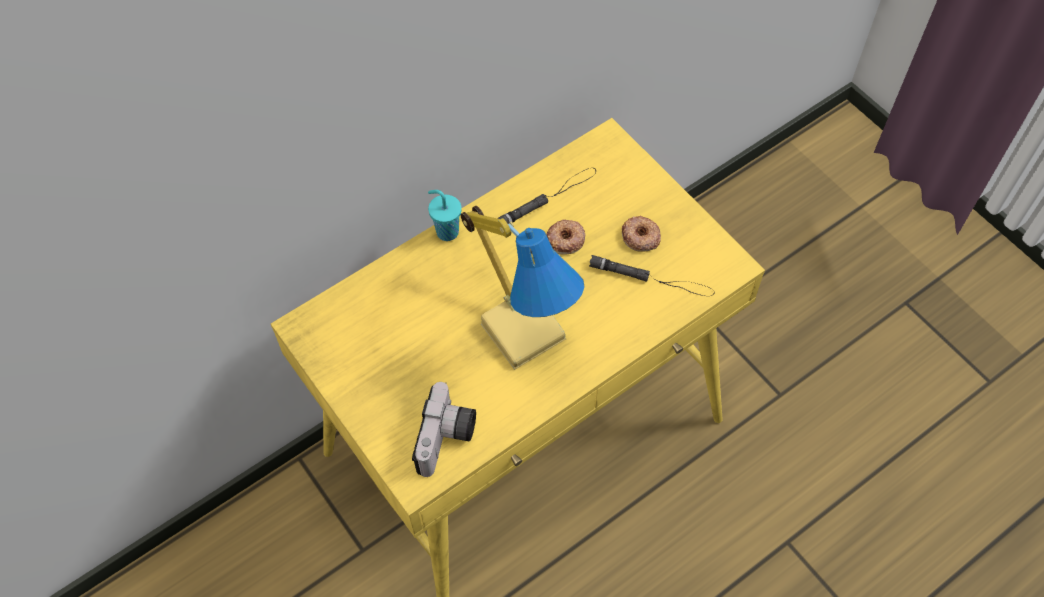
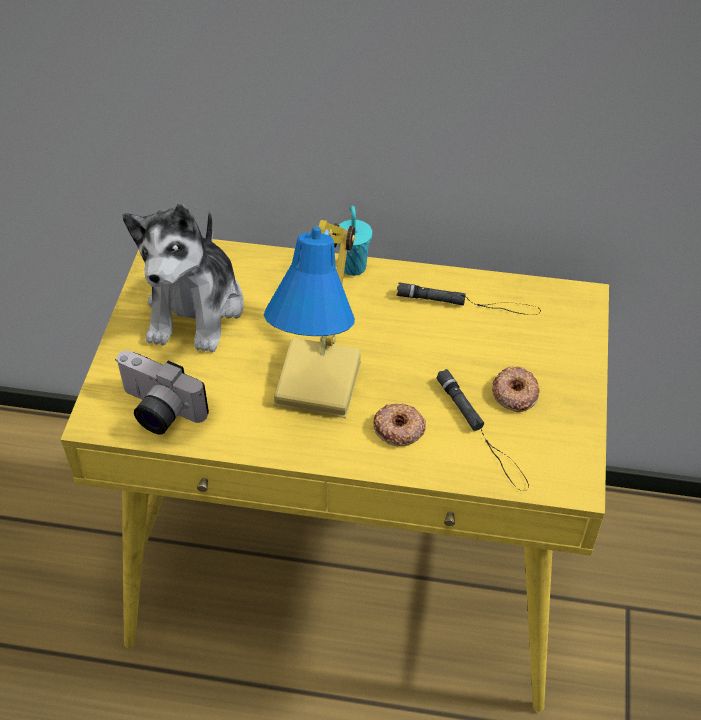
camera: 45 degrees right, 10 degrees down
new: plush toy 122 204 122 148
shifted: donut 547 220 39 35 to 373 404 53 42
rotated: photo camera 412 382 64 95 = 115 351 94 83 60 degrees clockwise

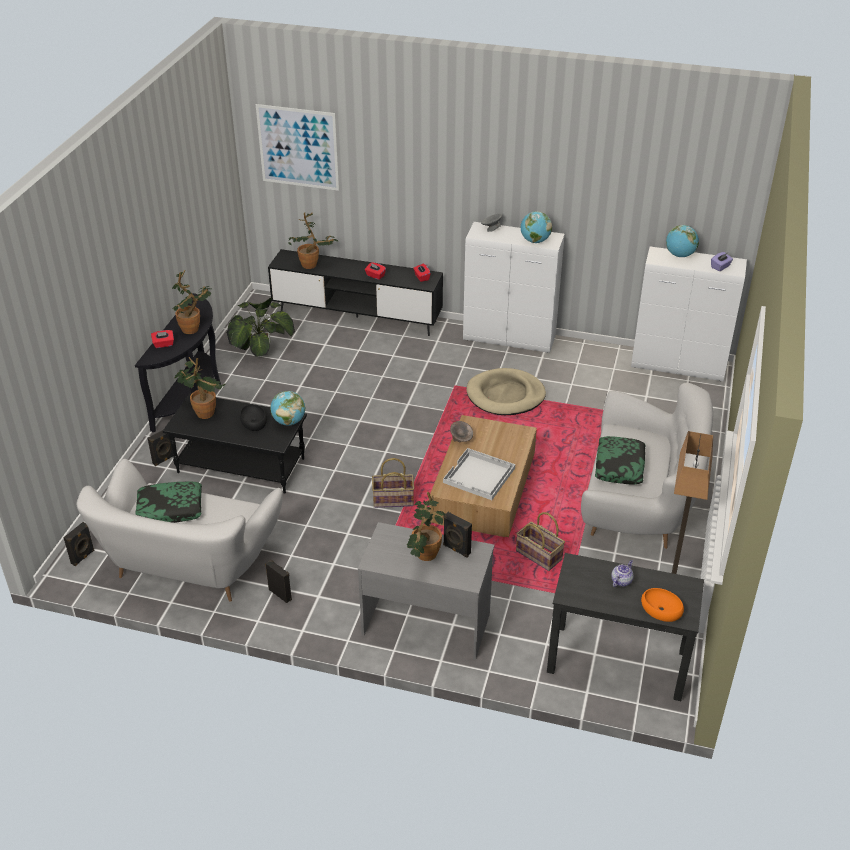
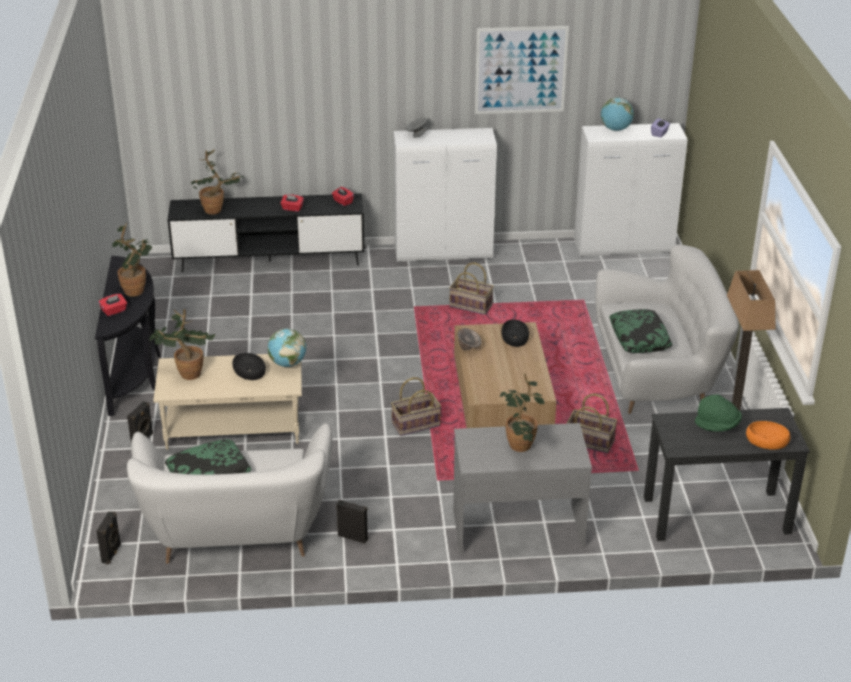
camera: 20 degrees left, 5 degrees down
gone: potted plant 227 297 68 60; tray/white 443 448 72 52; speaker/black 443 512 29 45; globe 521 211 31 32
new: bowl/black 501 319 28 28
shifted: picture 256 104 83 87 to 475 26 94 88
swapped: dog bed/beige 466 368 80 47 to basket 449 262 45 53; teapot 611 560 22 27 to hat/green 695 394 47 38
repainted: coffee table/black 163 393 144 101 to coffee table/beige 153 354 149 96

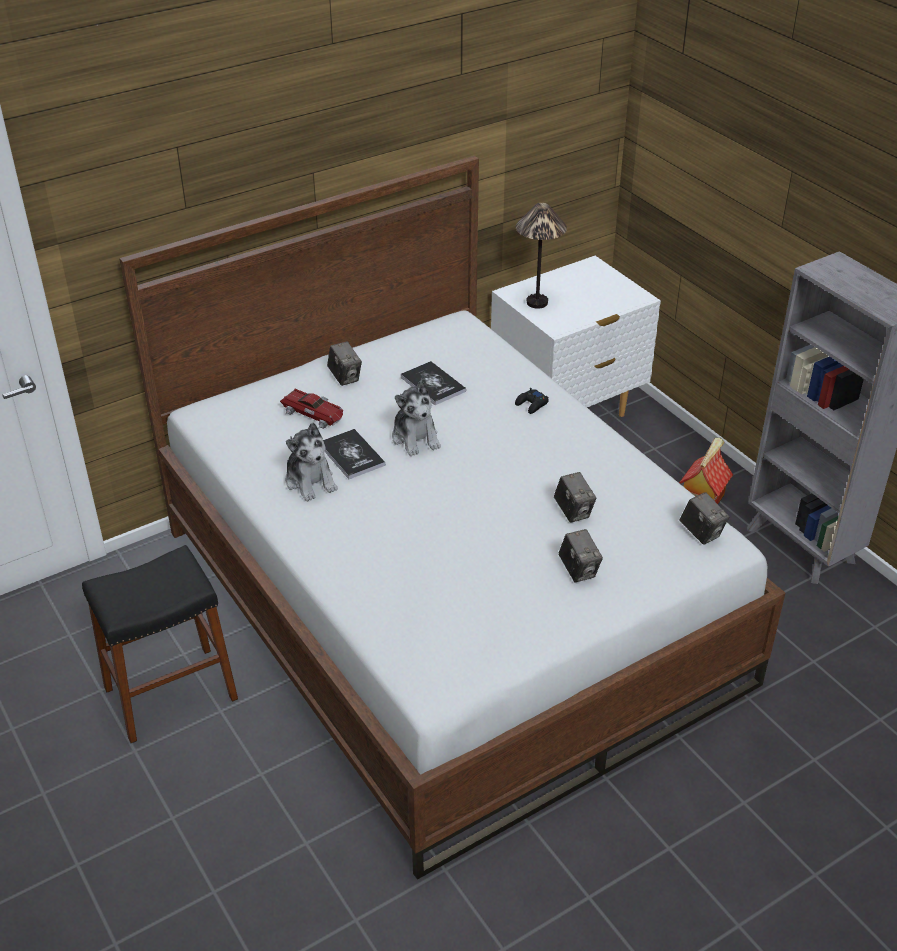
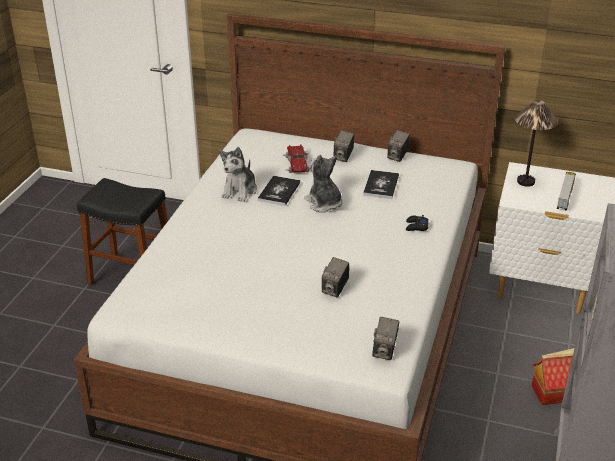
camera: 50 degrees right, 5 degrees down
new: toy truck 557 172 19 39
shifted: photo camera 558 529 45 54 to 387 130 23 32
rotated: plush toy 392 380 49 76 = 304 155 38 58 120 degrees clockwise

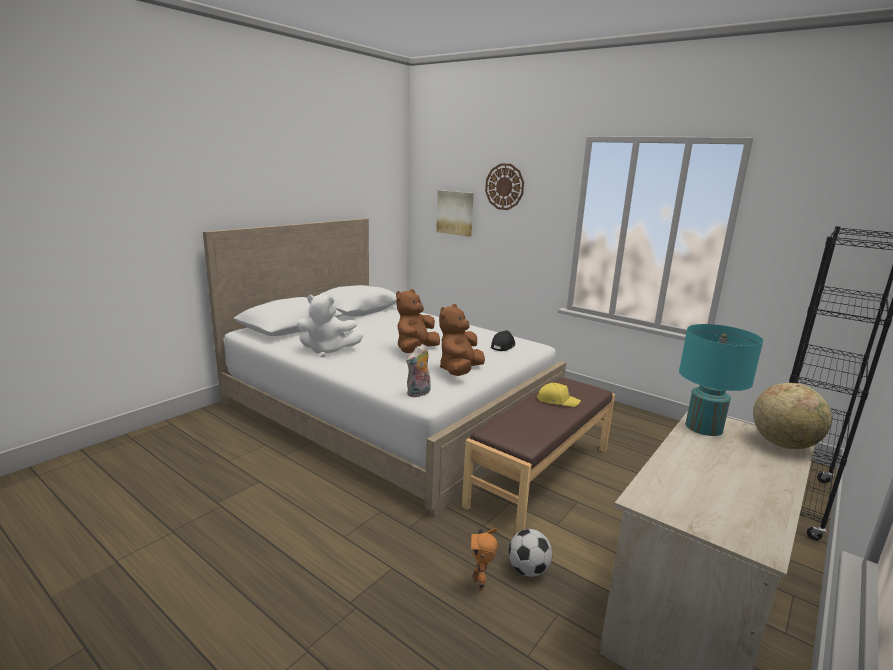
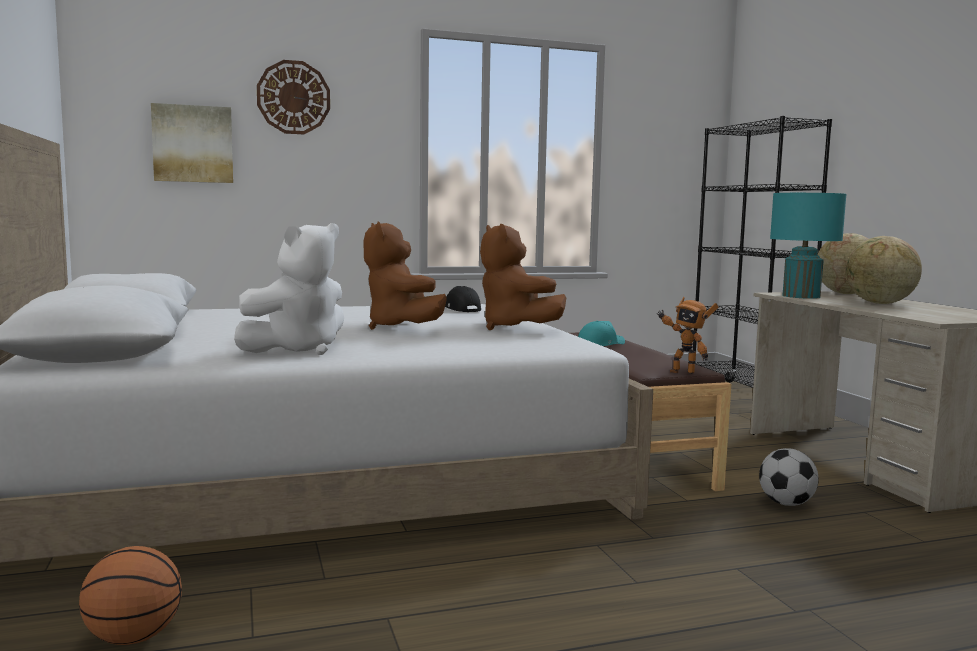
camera: 55 degrees left, 10 degrees down
gone: plush toy 406 344 25 53
new: basketball 79 546 103 99; globe 846 236 76 68
shifted: toy robot 471 527 27 64 to 657 297 61 77
repainted: cap/yellow 537 383 44 24 to cap/turquoise 578 321 47 25

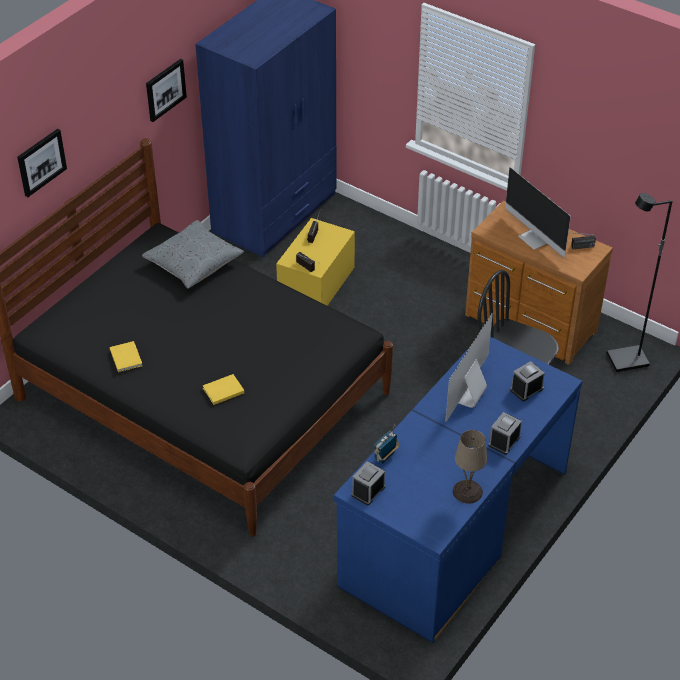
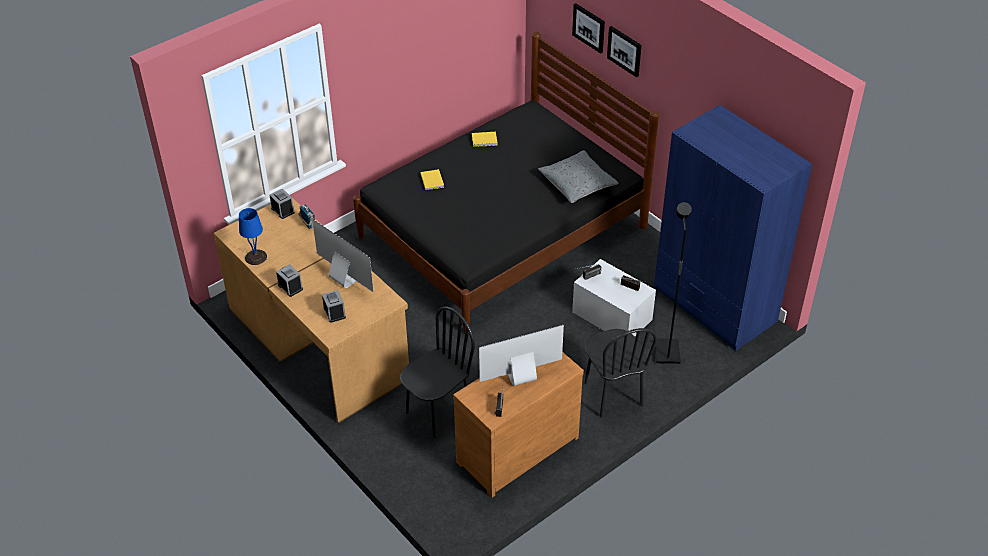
camera: 105 degrees right, 0 degrees up
new: chair/black 585 328 72 89
shifted: picture 146 59 41 63 to 607 26 35 51; floor lamp/black 607 193 66 179 to 655 202 37 162
repainted: storage box/yellow 276 218 79 88 to storage box/white 572 259 84 77; desk/blue 334 337 249 306 to desk/brown 213 198 196 225; table lamp/beige 453 430 34 74 to table lamp/blue 239 208 28 57

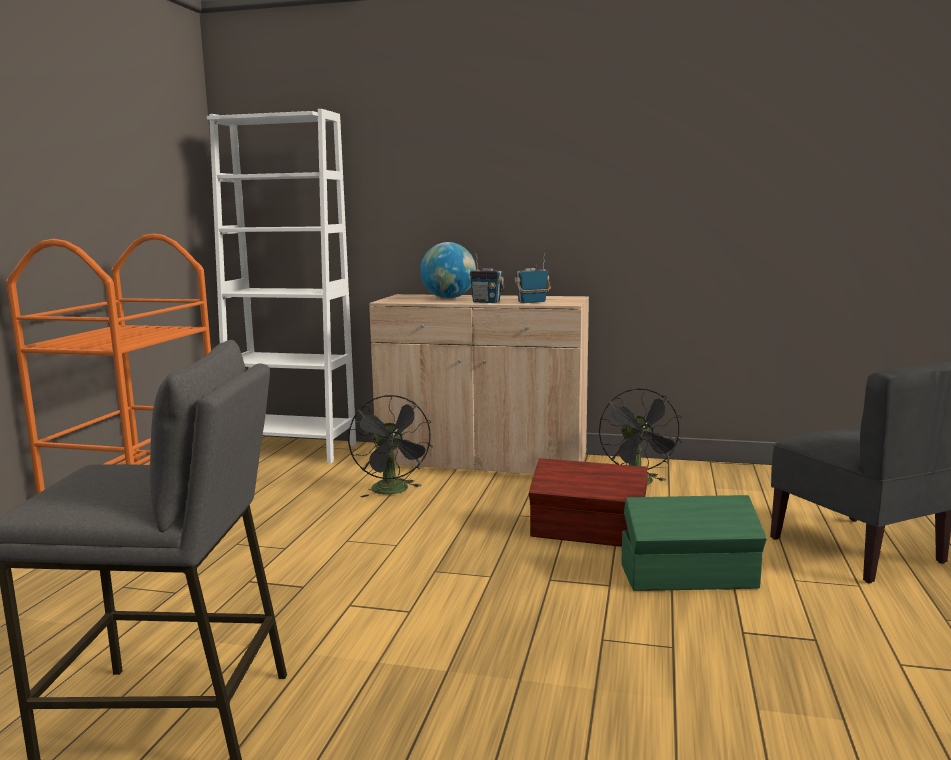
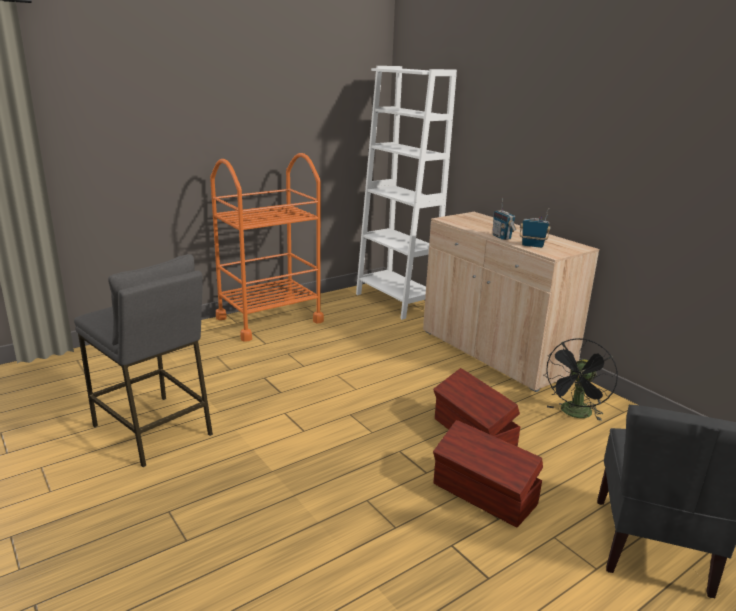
camera: 40 degrees right, 10 degrees up
gone: fan/black 348 395 85 103; globe 420 242 56 57
repainted: storage box/green 622 495 145 96 to storage box/brown 433 420 110 107

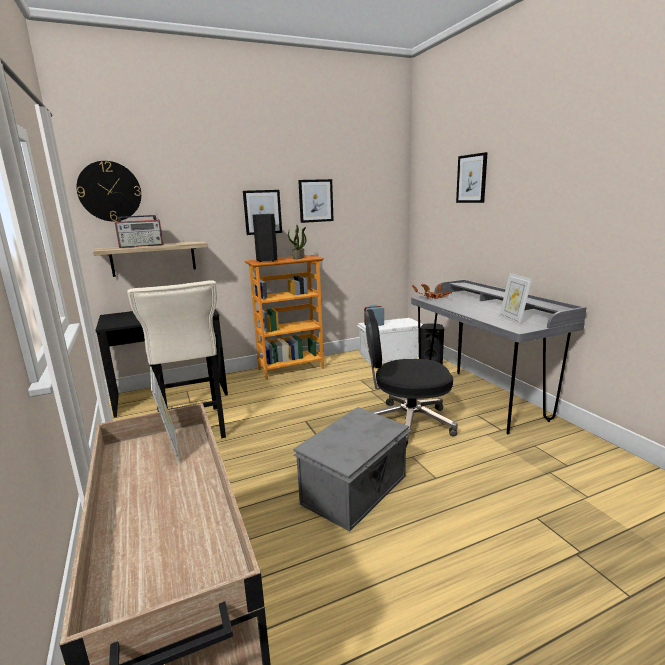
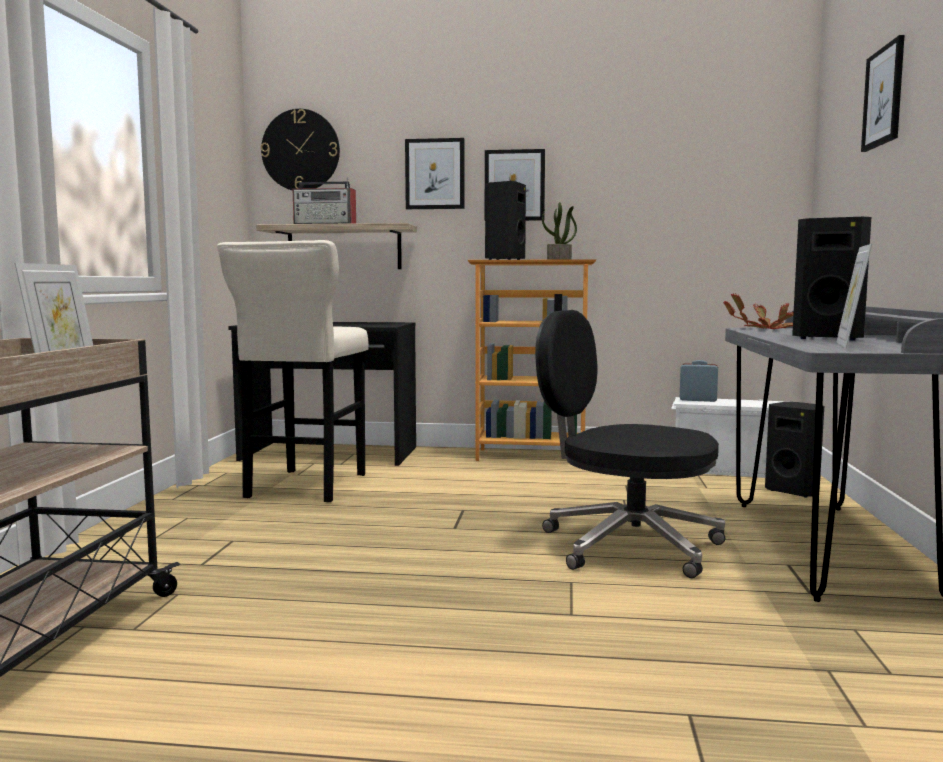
camera: 30 degrees right, 10 degrees down
gone: storage box/grey 293 407 119 125
new: speaker/black 792 217 79 124
shifted: picture 298 179 36 44 to 405 138 59 71

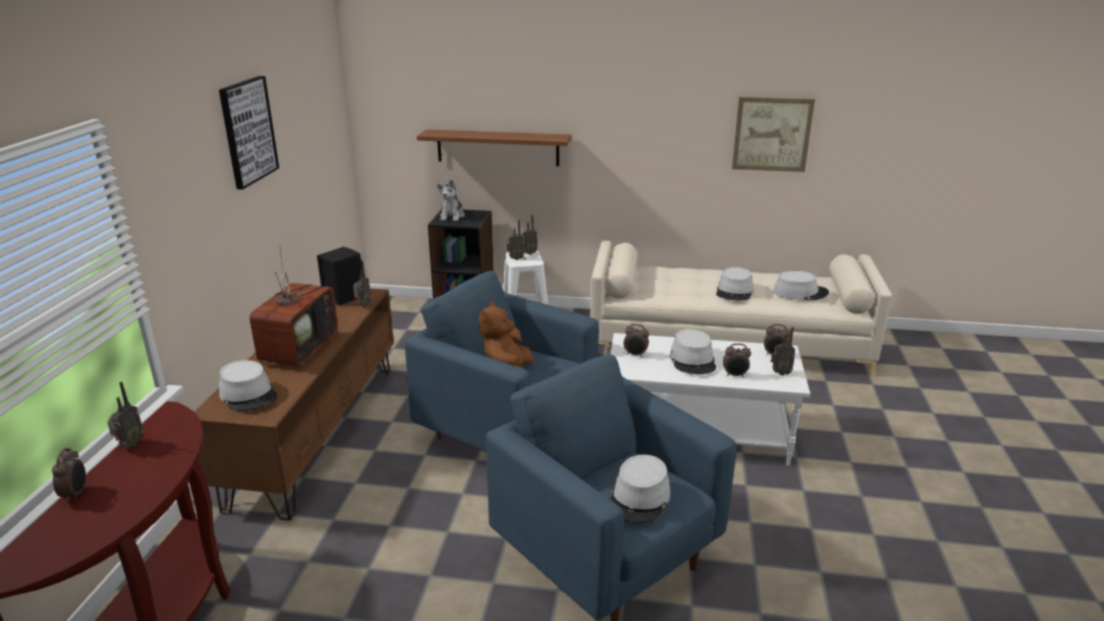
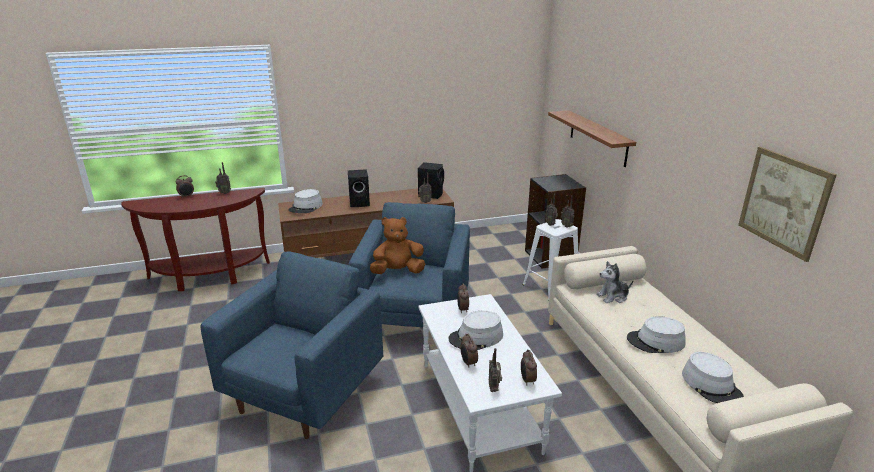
camera: 65 degrees right, 0 degrees up
gone: picture 219 76 60 113; hat/grey 610 455 61 68
shifted: plush toy 437 179 28 42 to 596 261 37 42
swapped: television 250 246 88 120 to speaker/black 348 169 22 38

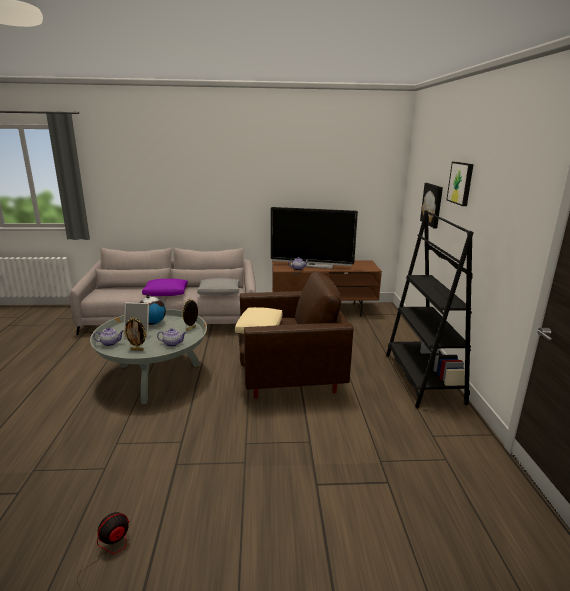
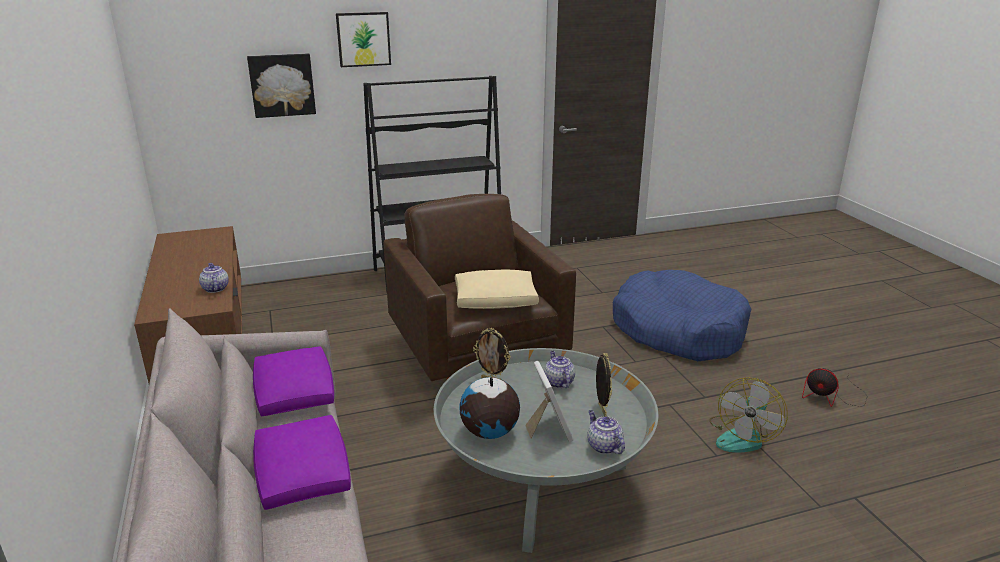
camera: 105 degrees left, 5 degrees up
gone: television 270 207 88 62
new: dog bed/blue 613 270 138 91; fan 709 377 79 75
repainted: pillow/grey 197 278 43 18 to pillow/purple 253 346 81 71

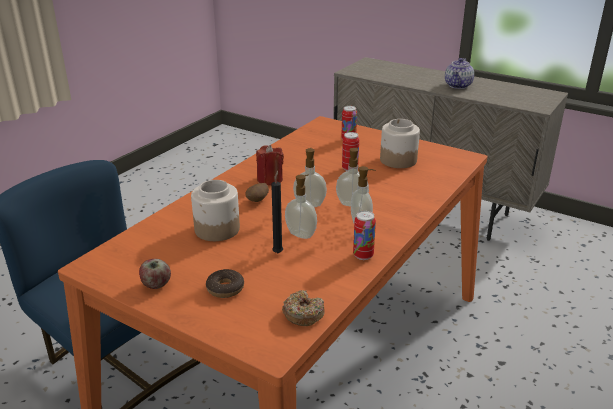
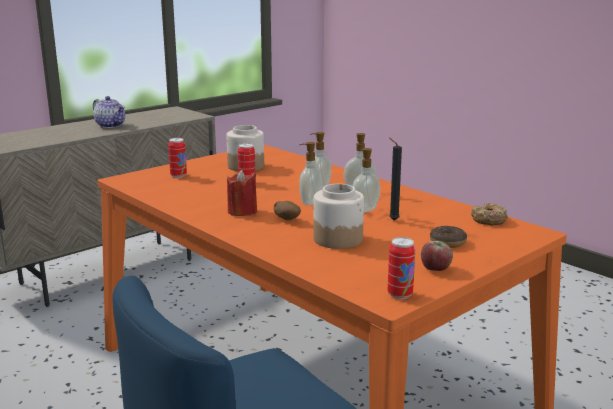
camera: 75 degrees left, 10 degrees down
shifted: can 353 211 23 49 to 388 237 27 62

